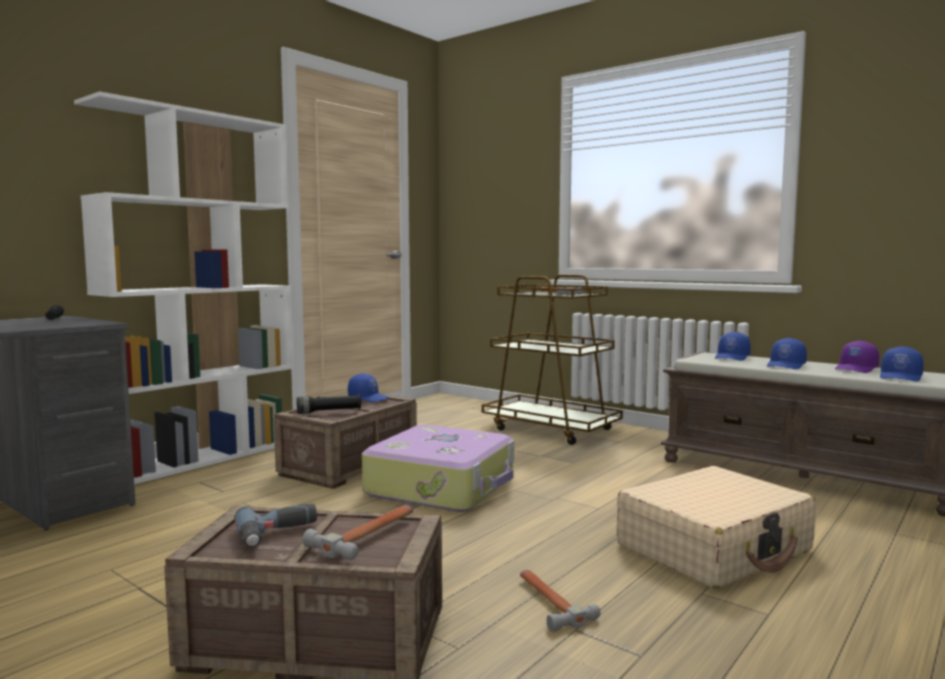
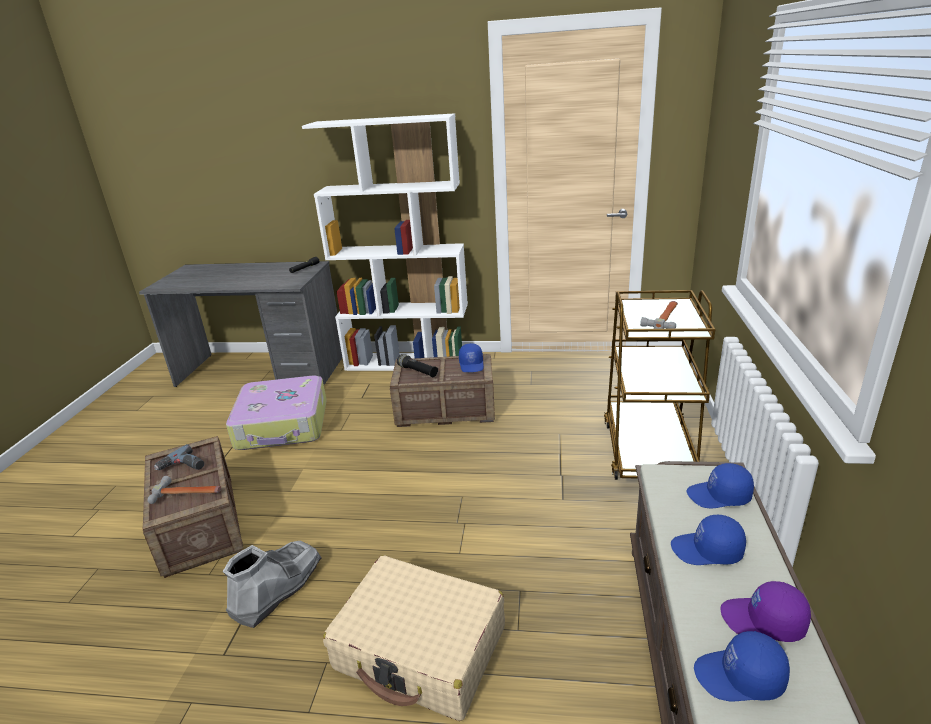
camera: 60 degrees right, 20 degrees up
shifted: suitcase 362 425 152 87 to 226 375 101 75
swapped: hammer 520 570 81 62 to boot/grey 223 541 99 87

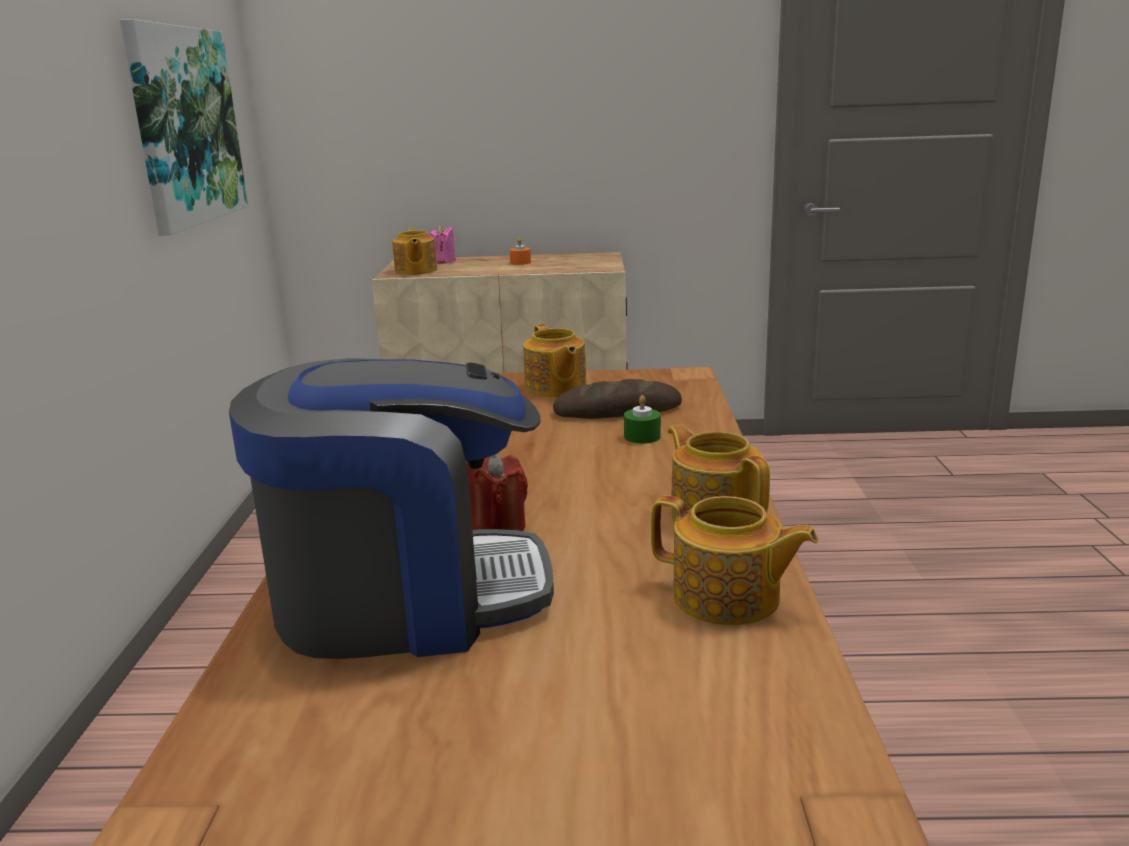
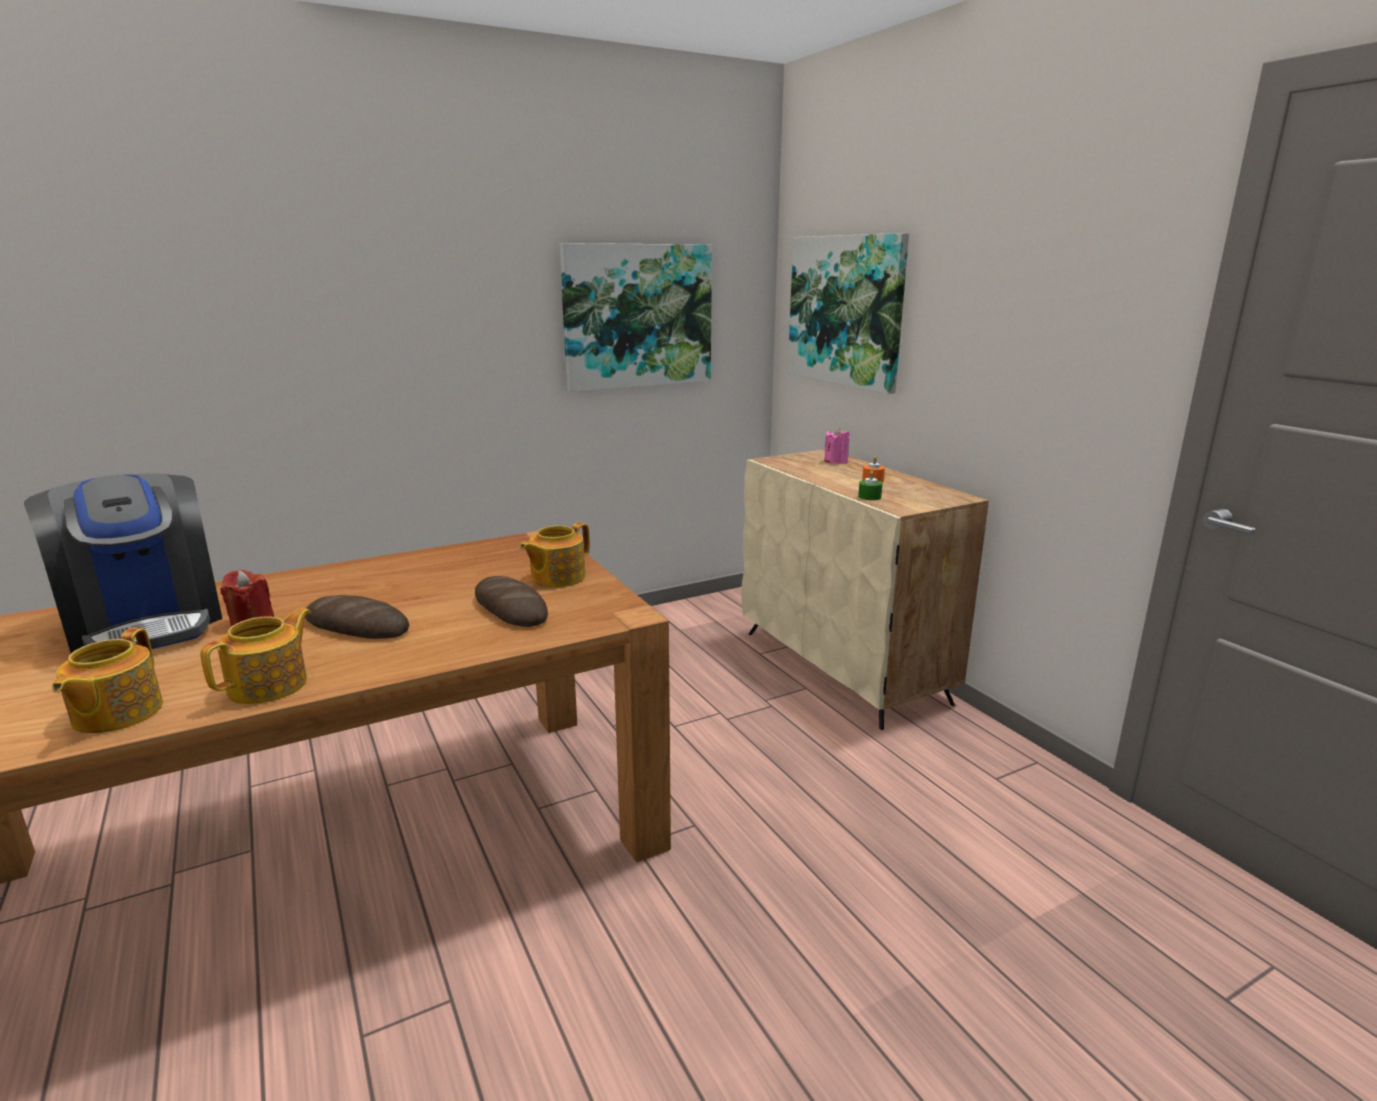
camera: 60 degrees right, 0 degrees up
gone: teapot 392 229 45 46
new: bread 305 595 104 44; picture 788 233 121 161
shifted: candle/green 624 395 37 49 to 858 471 24 29

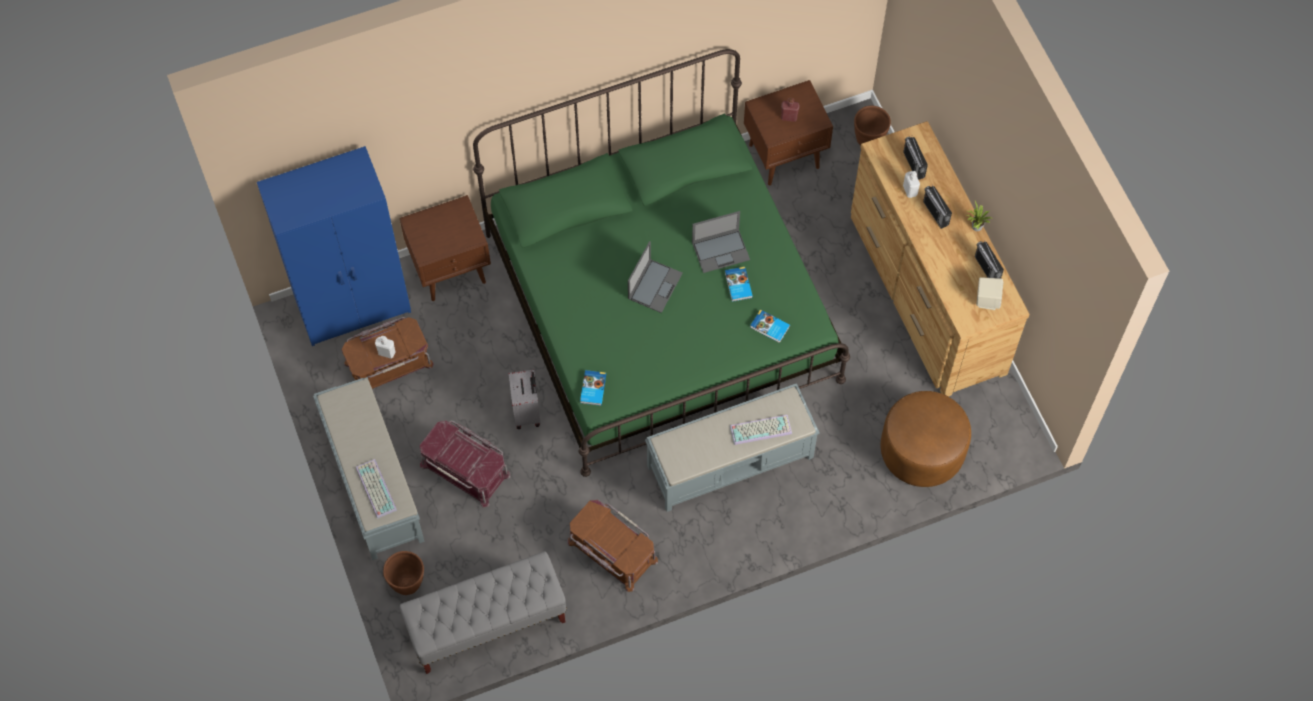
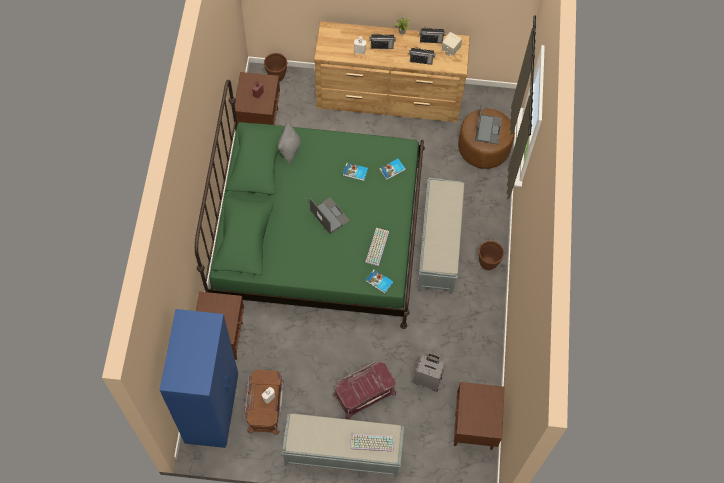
camera: 65 degrees left, 0 degrees up
gone: storage box/brown 567 500 91 92
new: pillow/grey 278 121 23 43
shifted: planter/brown 383 551 41 44 to 478 241 26 29; suitcase/grey 509 370 31 59 to 413 354 32 38; laptop 692 211 58 62 to 475 101 27 43; keyboard 730 415 62 30 to 365 228 24 38; radio 903 137 25 43 to 409 47 27 18
swapped: bench/grey 400 551 167 123 to nightstand/brown 454 382 51 68

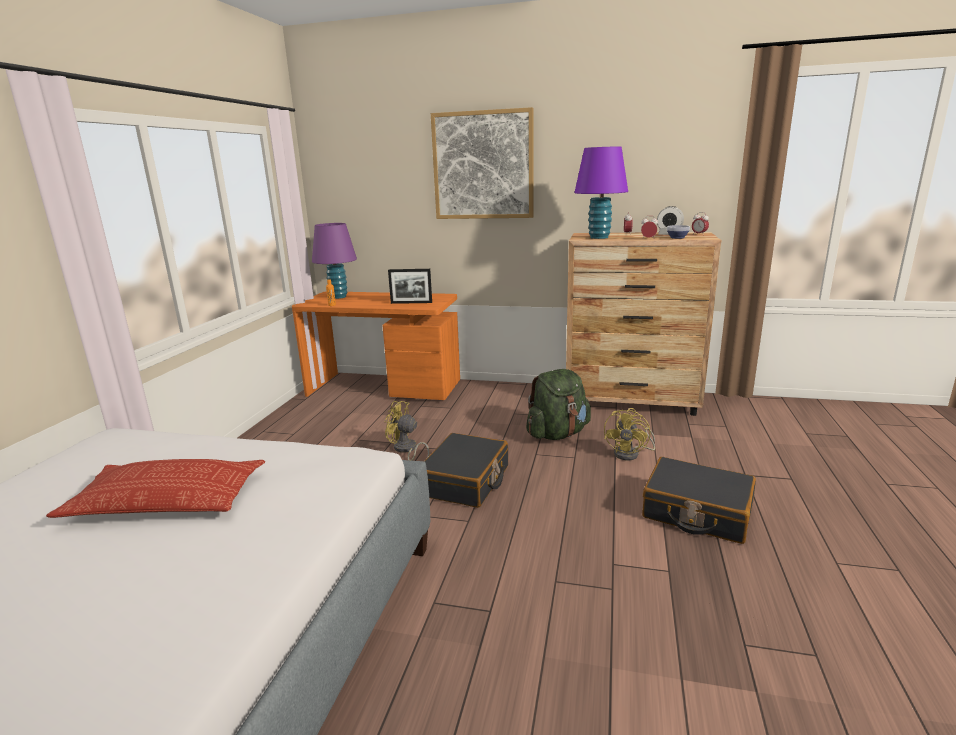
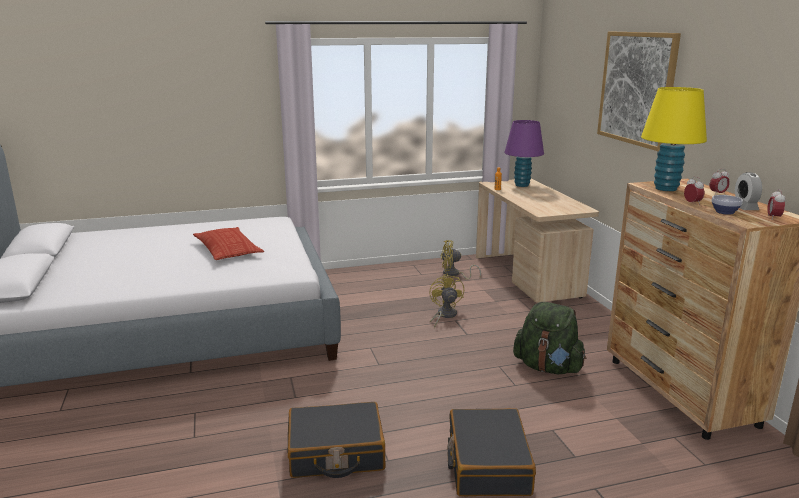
camera: 60 degrees right, 0 degrees up
gone: picture frame 388 269 44 35
shifted: suitcase/black 424 433 84 75 to 288 402 97 76; fan/yellow 604 408 51 52 to 441 240 40 39
repainted: desk/orange 292 291 168 109 to desk/beige 476 179 123 124; table lamp/purple 574 146 54 93 to table lamp/yellow 641 87 66 104

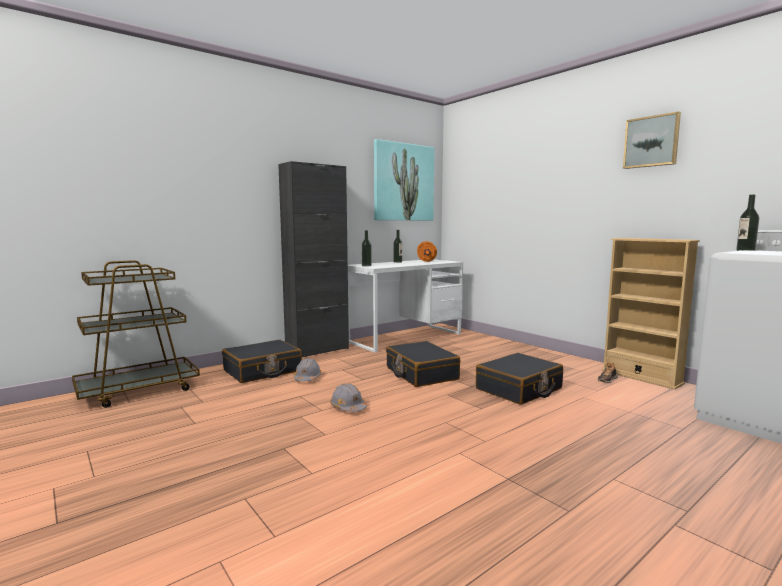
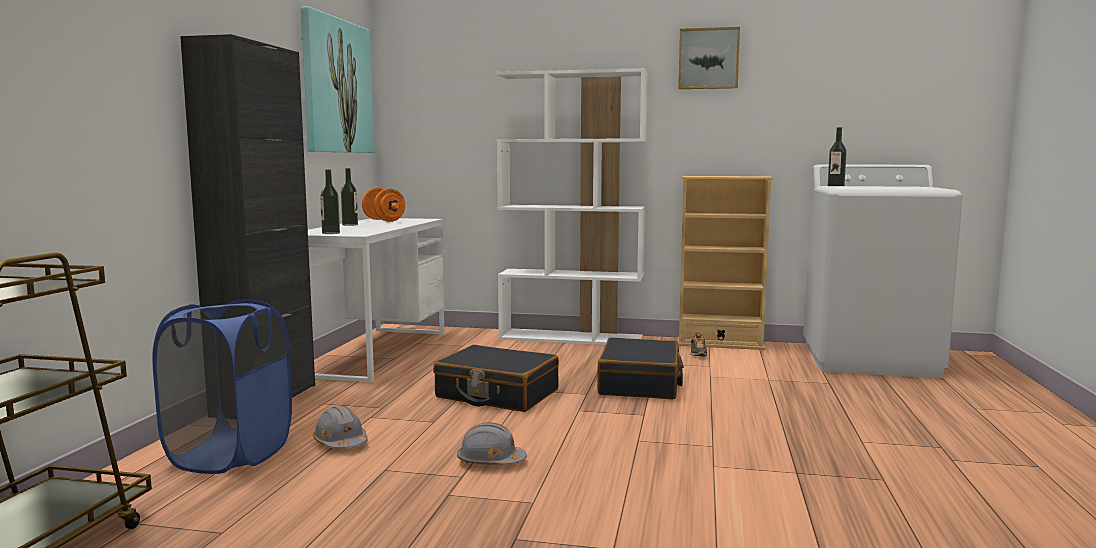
camera: 40 degrees left, 0 degrees up
new: bookcase/white 496 68 152 277
swapped: suitcase/black 222 340 80 43 to laundry basket/blue 152 300 140 174

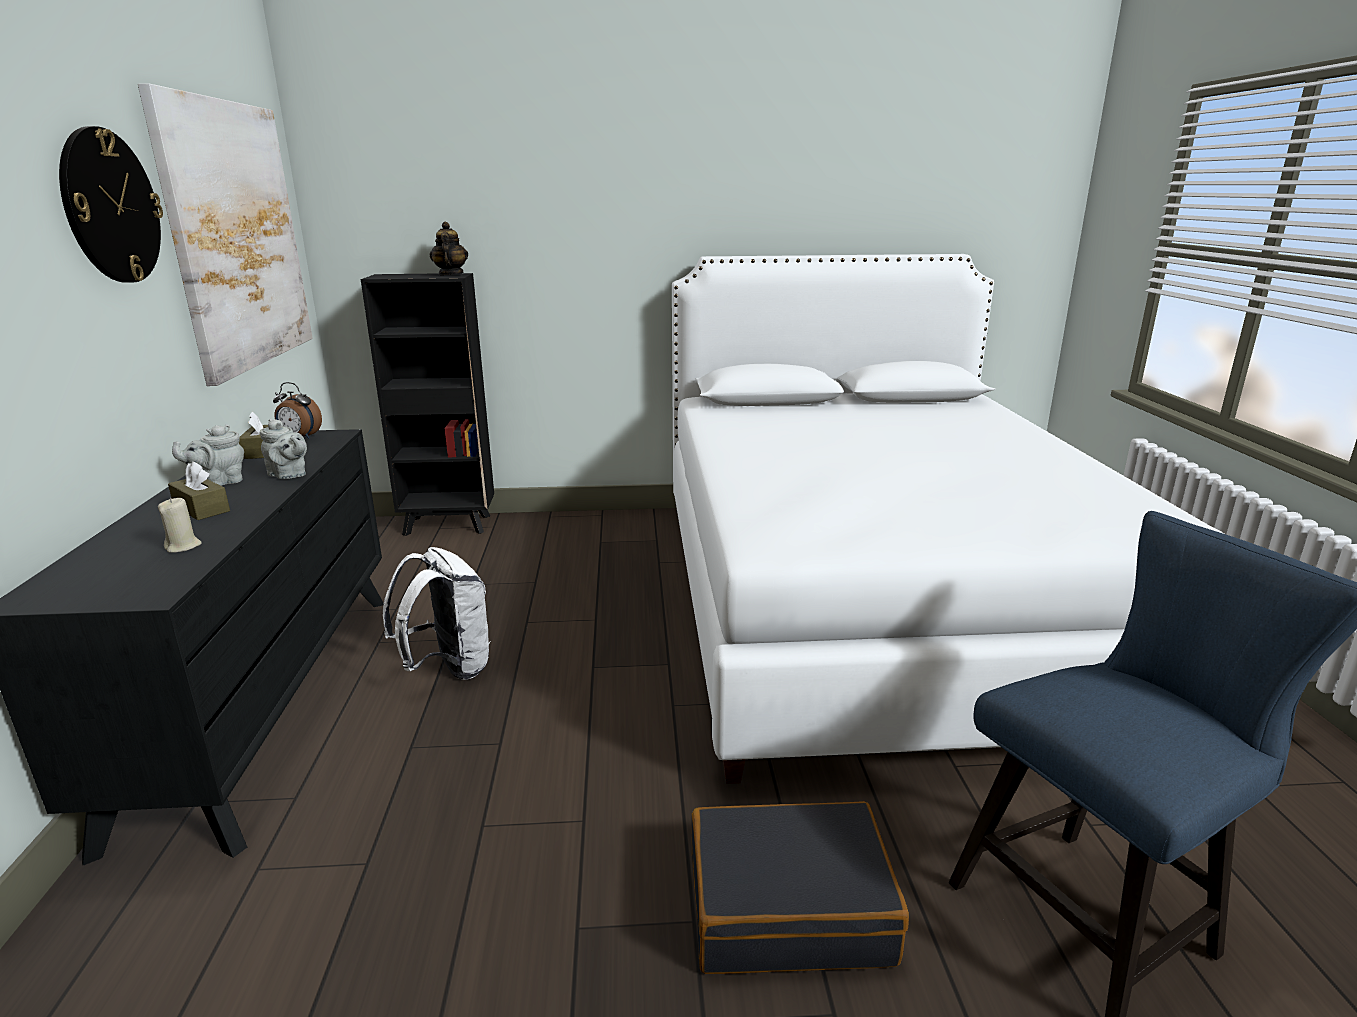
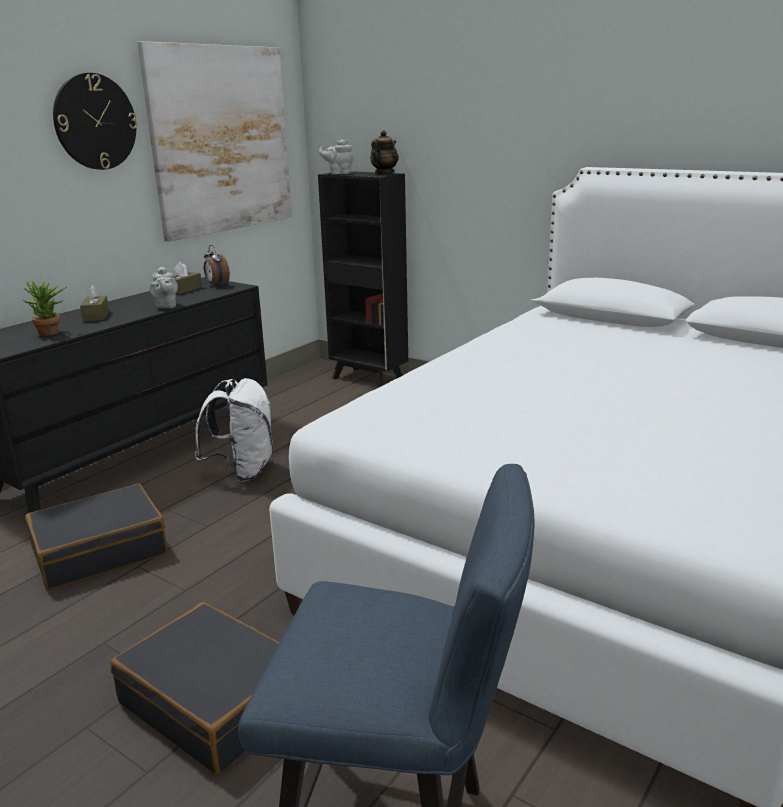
camera: 40 degrees right, 0 degrees up
new: suitcase/black 25 484 142 106
shifted: teapot/grey 172 424 72 62 to 319 140 35 34
swapped: candle/beige 158 498 44 55 to potted plant 23 279 44 57

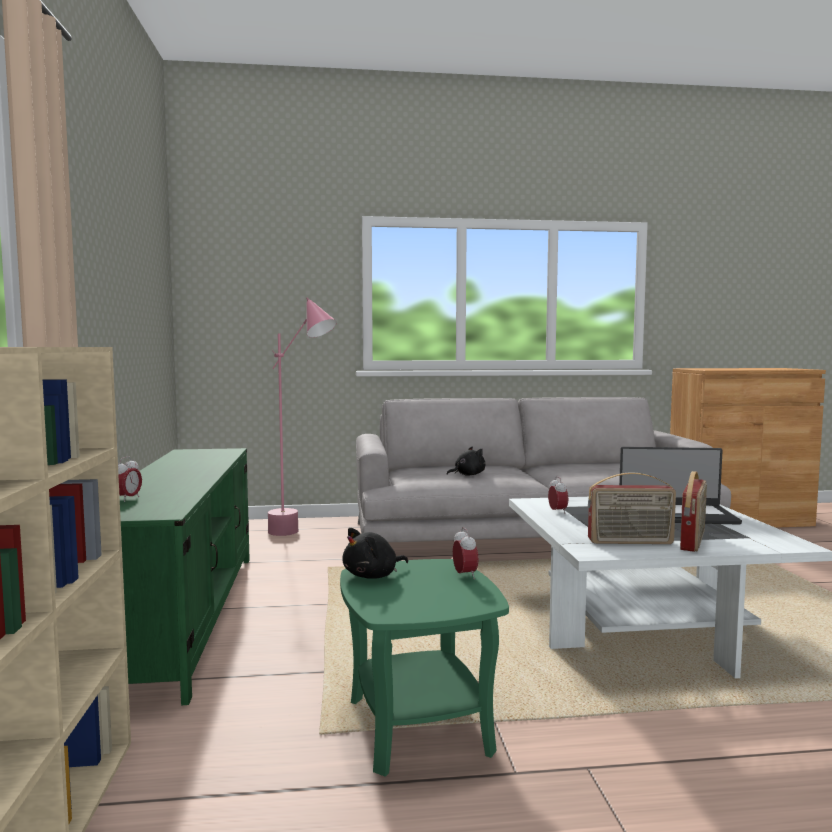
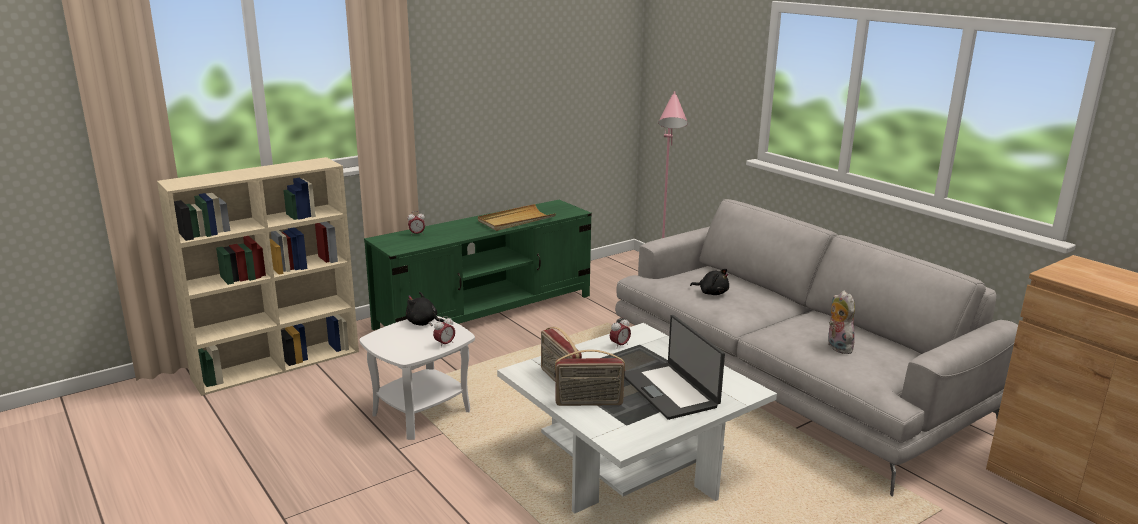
camera: 60 degrees right, 15 degrees up
new: tray/beige 478 204 78 27; plush toy 828 291 27 63
repainted: side table/green 340 559 169 218 to side table/white 359 316 116 124

